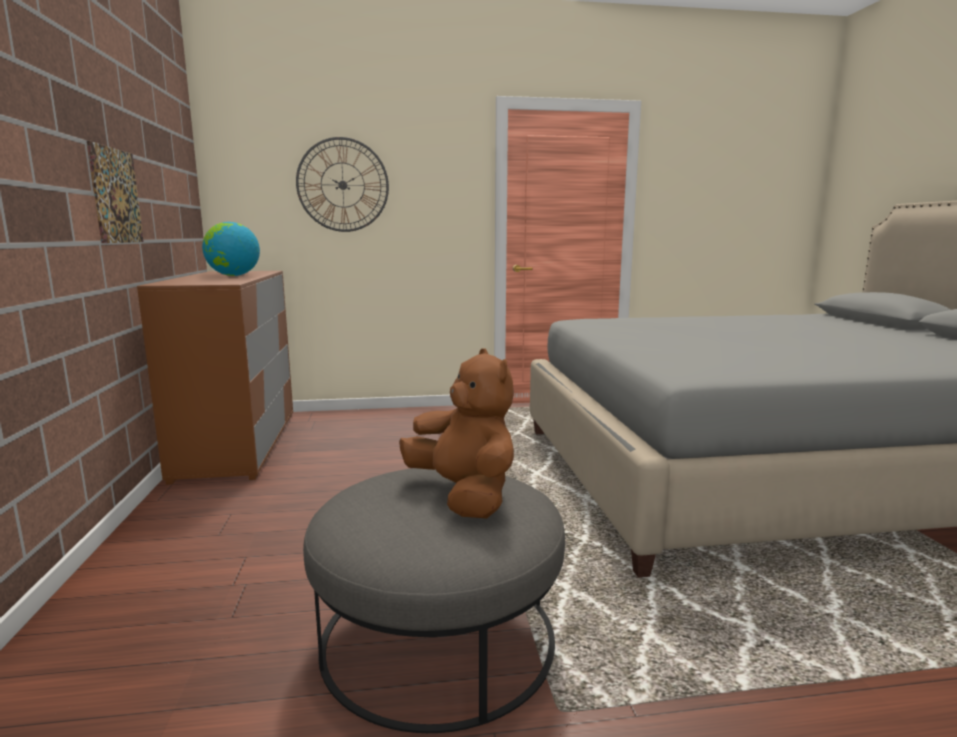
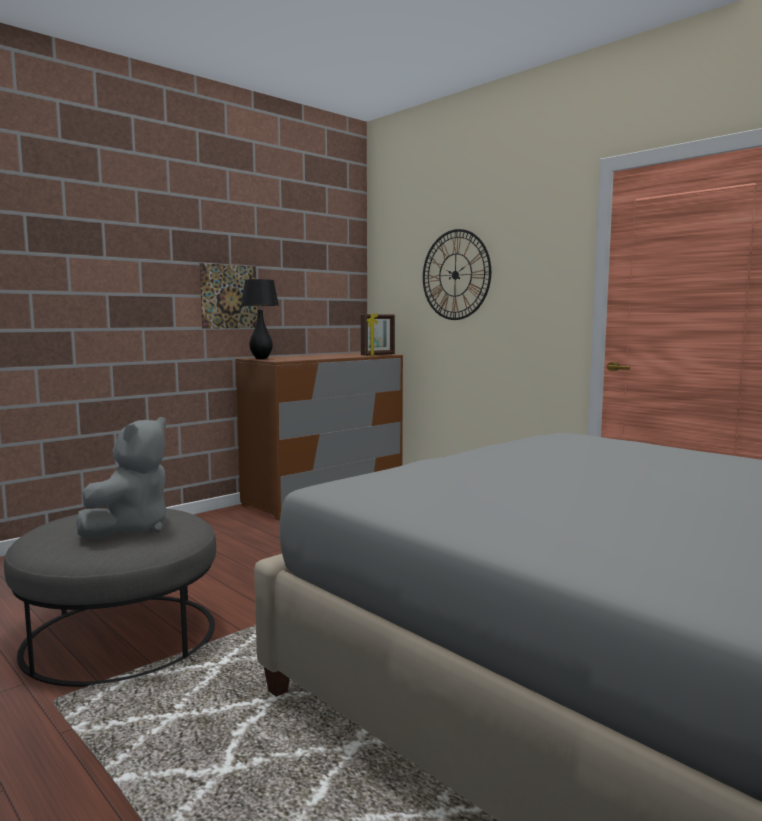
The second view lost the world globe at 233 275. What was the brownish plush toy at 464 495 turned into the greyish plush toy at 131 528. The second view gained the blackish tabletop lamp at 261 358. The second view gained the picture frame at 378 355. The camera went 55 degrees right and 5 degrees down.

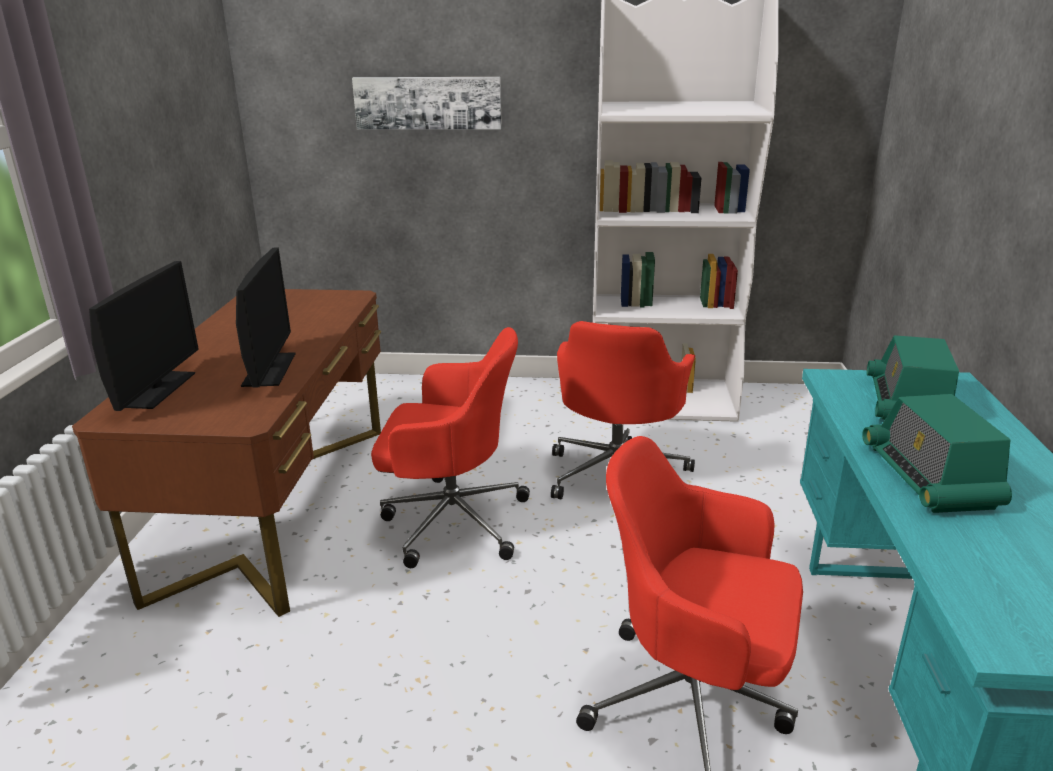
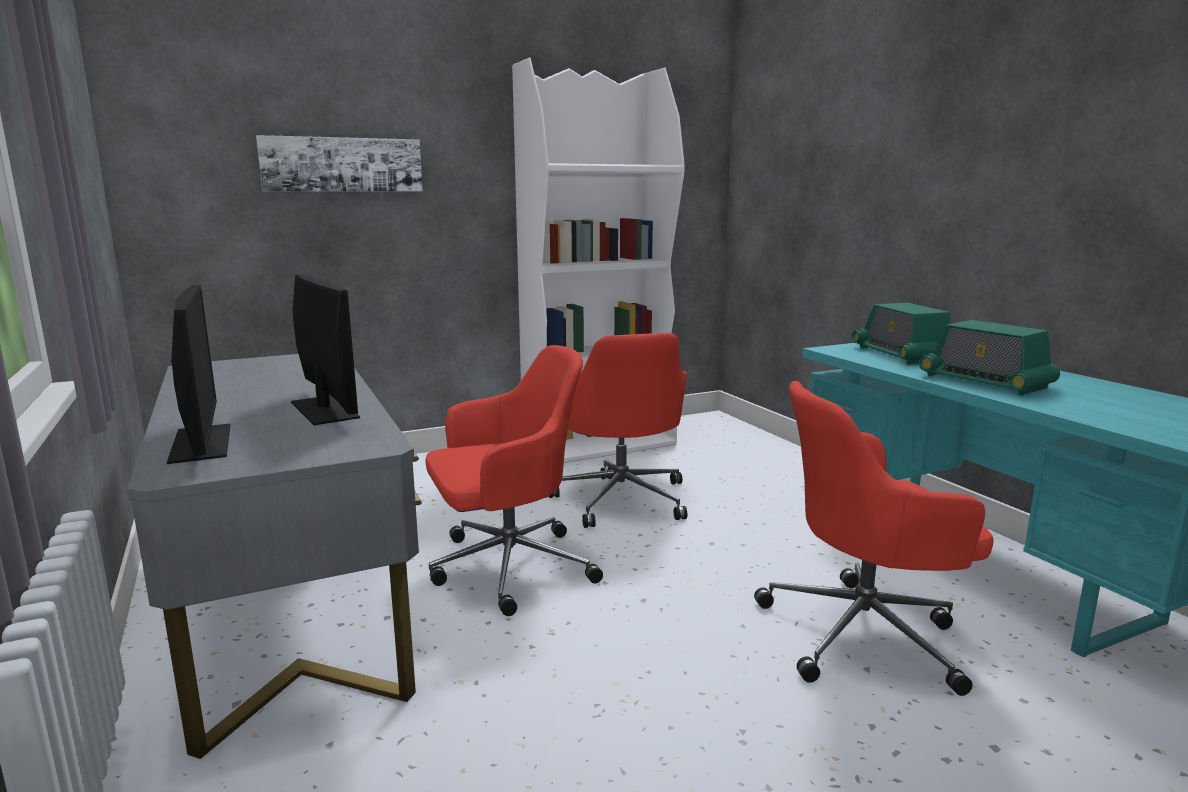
What was the brownish desk at 278 505 turned into the greyish desk at 291 605. The camera went 30 degrees left and 10 degrees down.

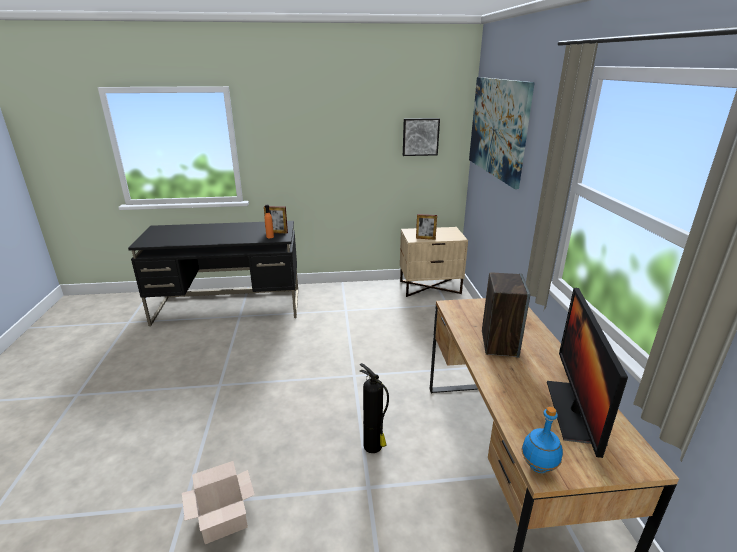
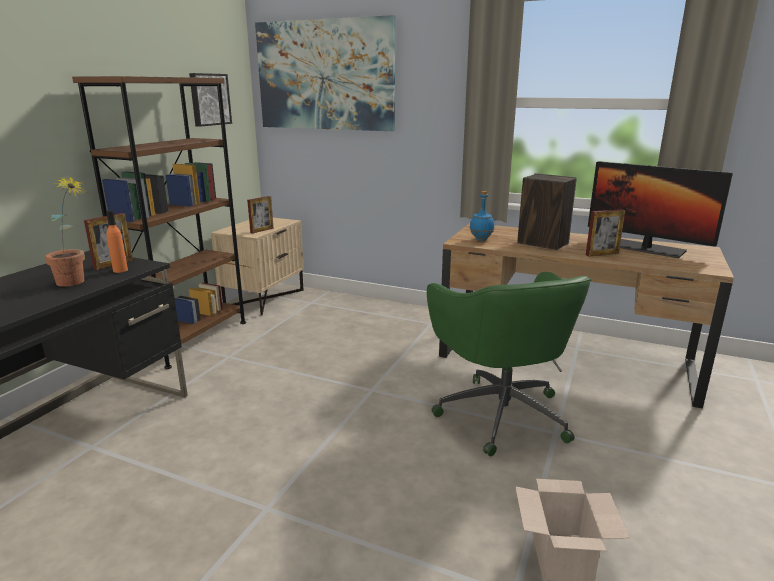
Where the extinguisher stood at 373 447, the greenish office chair came to stand at 500 412. The blue-coloured bottle ended up elsewhere, having gone from 538 466 to 481 239. The second view gained the plant in a pot at 76 283. The second view gained the brownish shelving unit at 191 339. The second view gained the picture frame at 602 254. The camera went 60 degrees left and 5 degrees down.

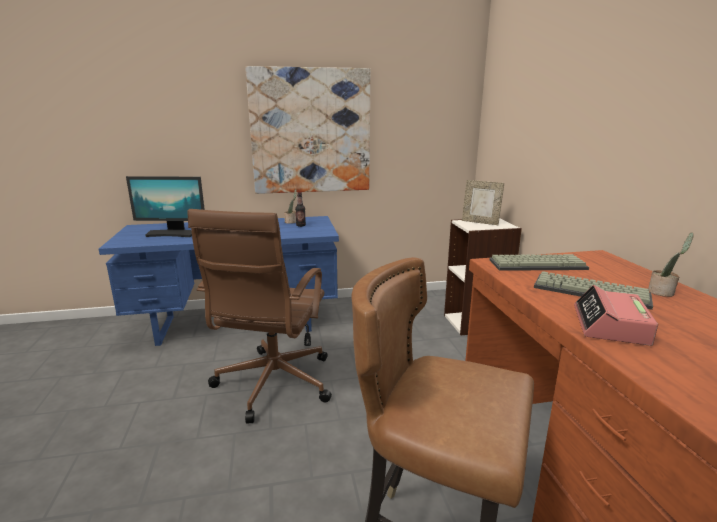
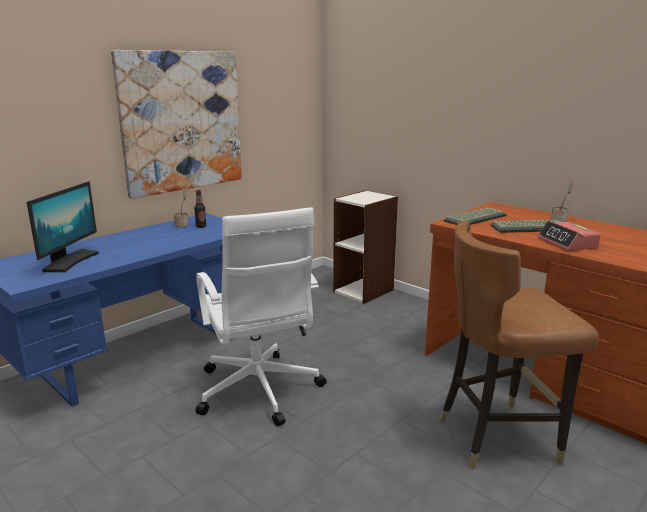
The monitor at 172 234 ended up facing another way, 45 degrees counterclockwise from before. What was the brownish office chair at 273 385 turned into the white office chair at 259 391. The second view lost the picture frame at 480 222. The camera went 35 degrees left and 0 degrees up.

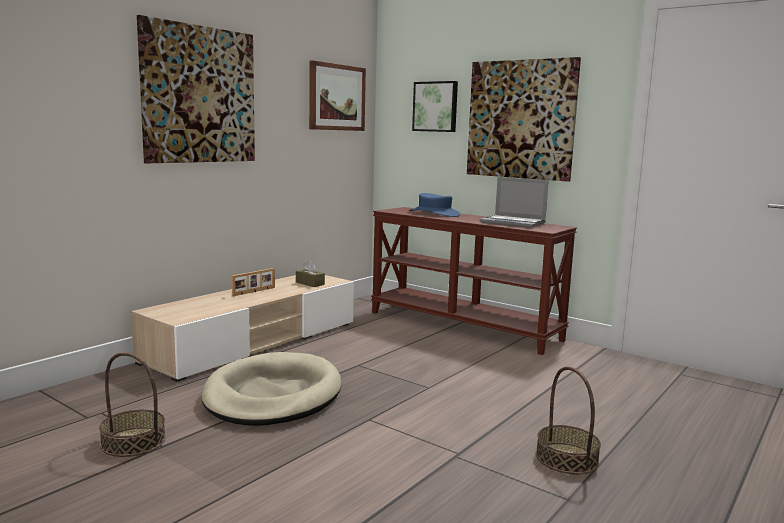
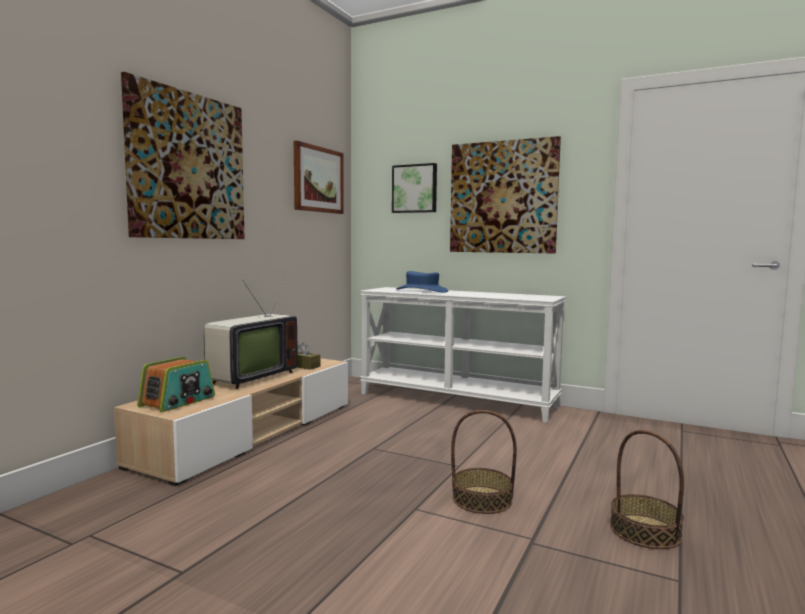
The household basket ended up elsewhere, having gone from 133 442 to 482 499. The second view lost the beige-coloured dog cushion at 273 395. Where the picture frame stood at 254 291, the TV came to stand at 249 377. What was the brownish hall table at 464 326 turned into the white hall table at 457 400. The second view lost the portable computer at 514 223. The second view gained the radio receiver at 178 401. The camera went 10 degrees left and 5 degrees down.

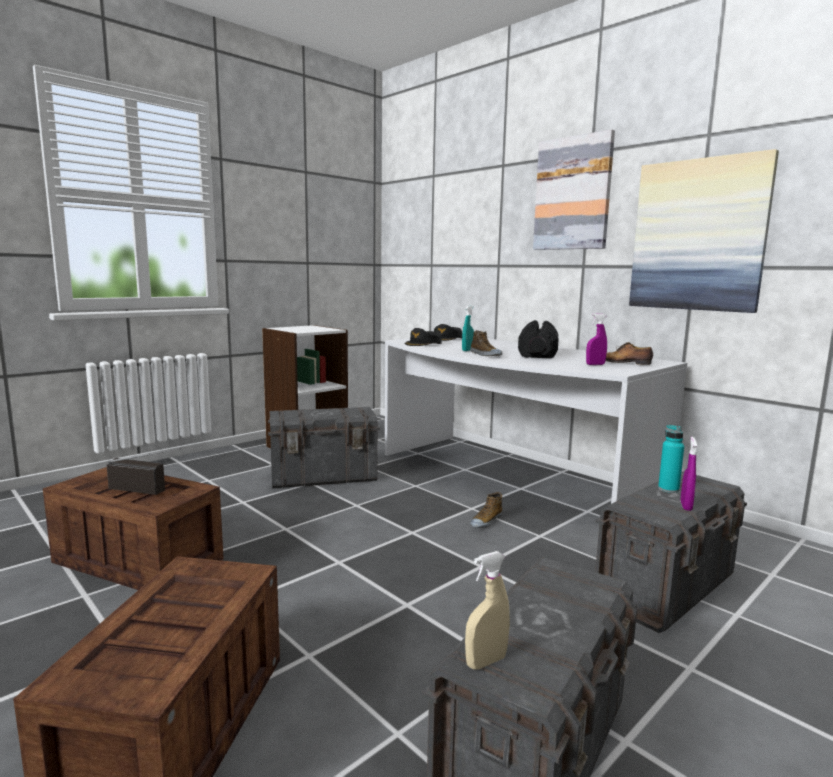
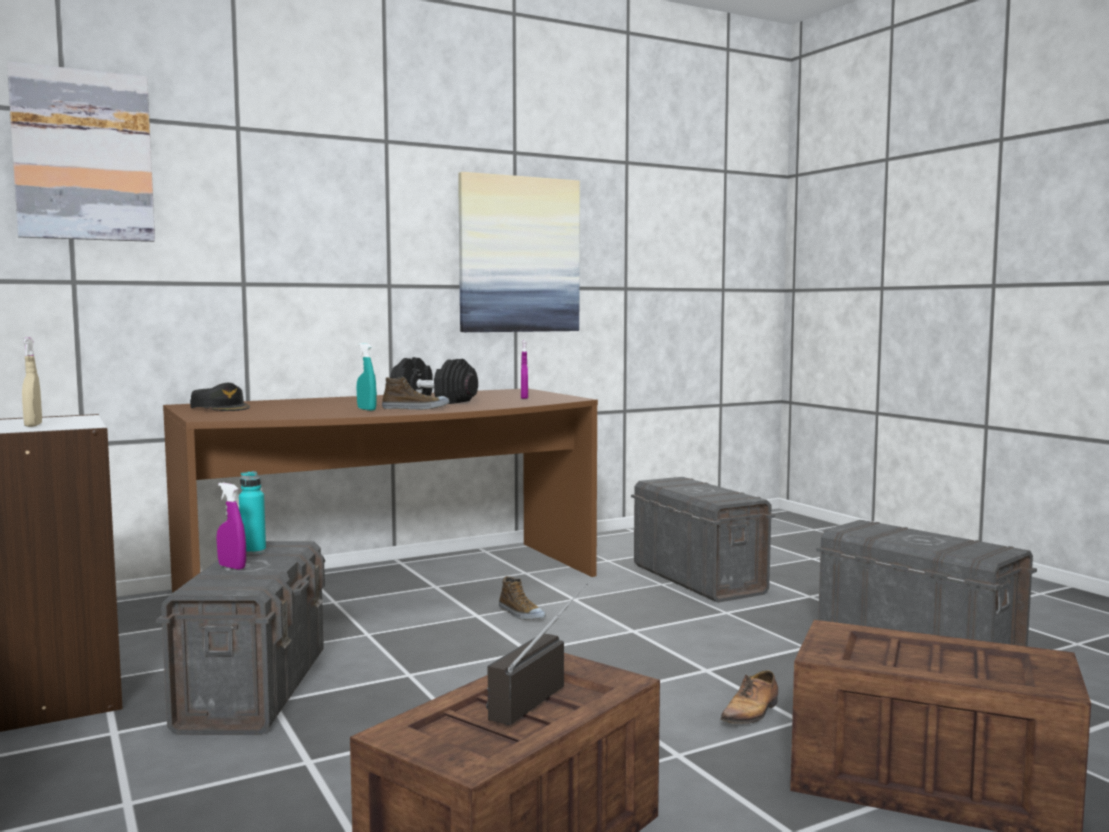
What was the white desk at 507 478 turned into the brownish desk at 394 587. The second view lost the blackish baseball cap at 423 343. The beige-coloured spray bottle ended up elsewhere, having gone from 486 662 to 33 425. The wall art ended up elsewhere, having gone from 573 194 to 83 156. The shoe ended up elsewhere, having gone from 623 363 to 751 713. The turquoise bottle ended up elsewhere, having gone from 668 489 to 253 551. The purple spray bottle ended up elsewhere, having gone from 686 506 to 232 567. The camera went 75 degrees left and 5 degrees down.

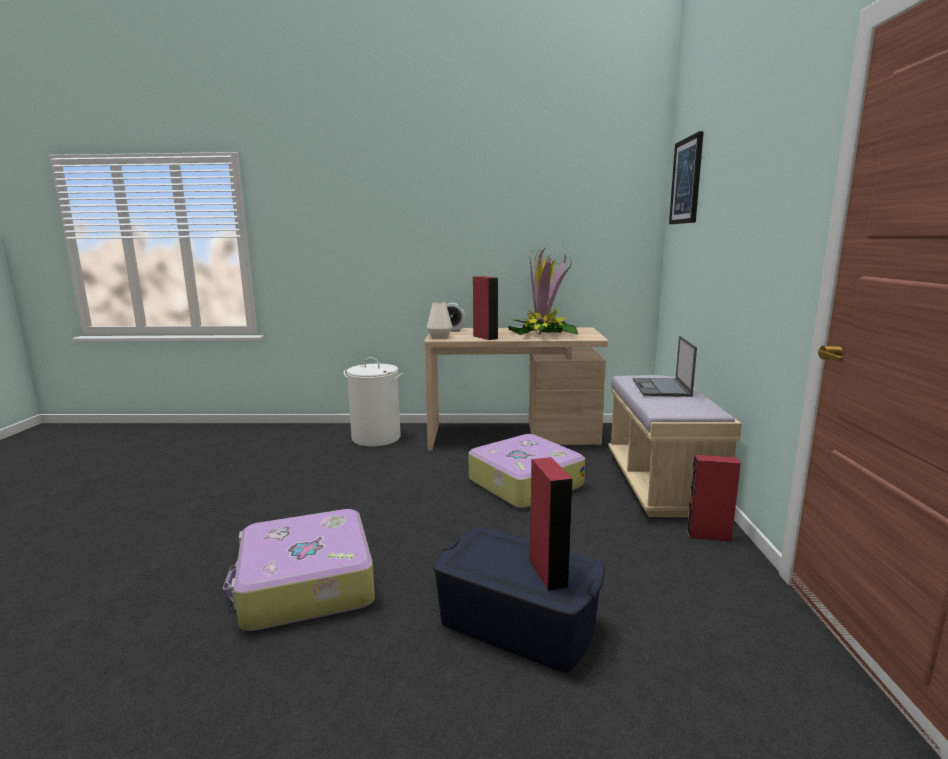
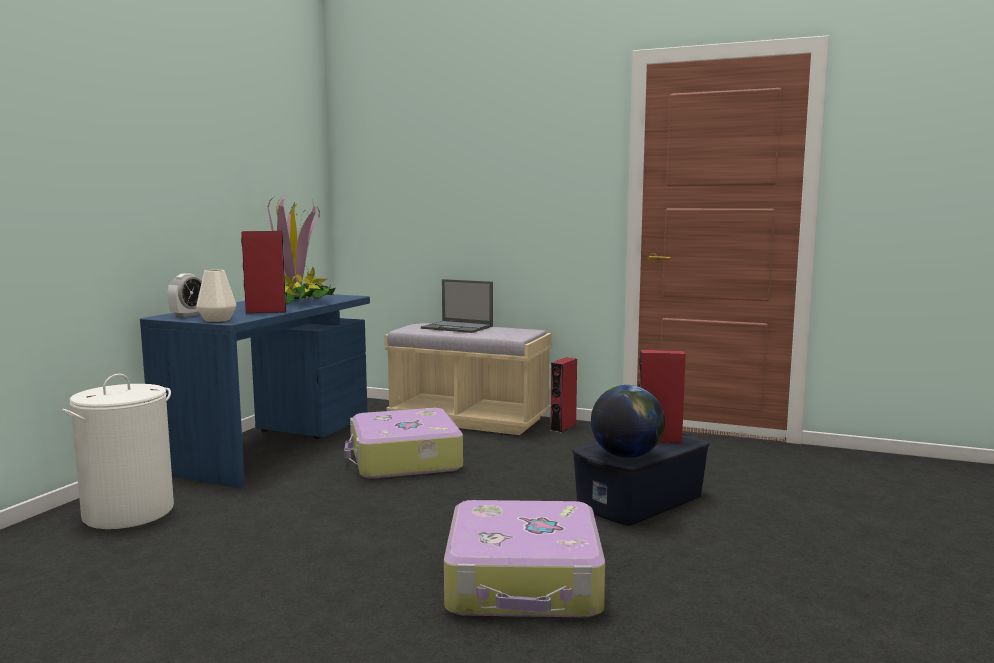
What was the beige-coloured desk at 513 436 turned into the blue-coloured desk at 273 444. The second view lost the wall art at 686 181. The second view gained the world globe at 626 455. The camera went 70 degrees left and 5 degrees down.

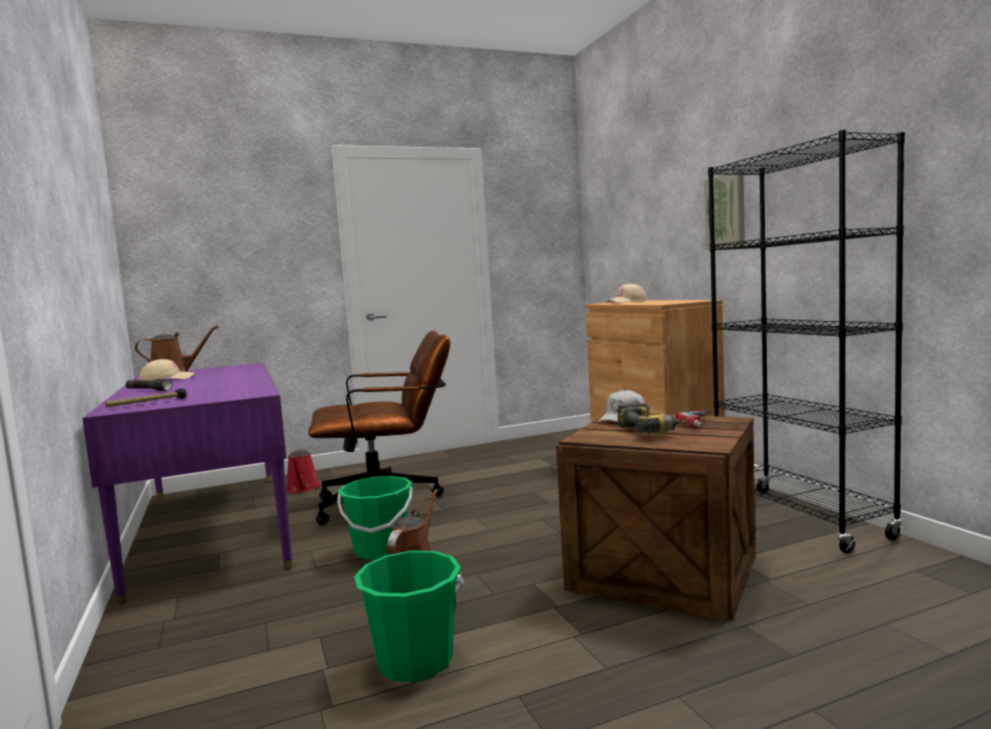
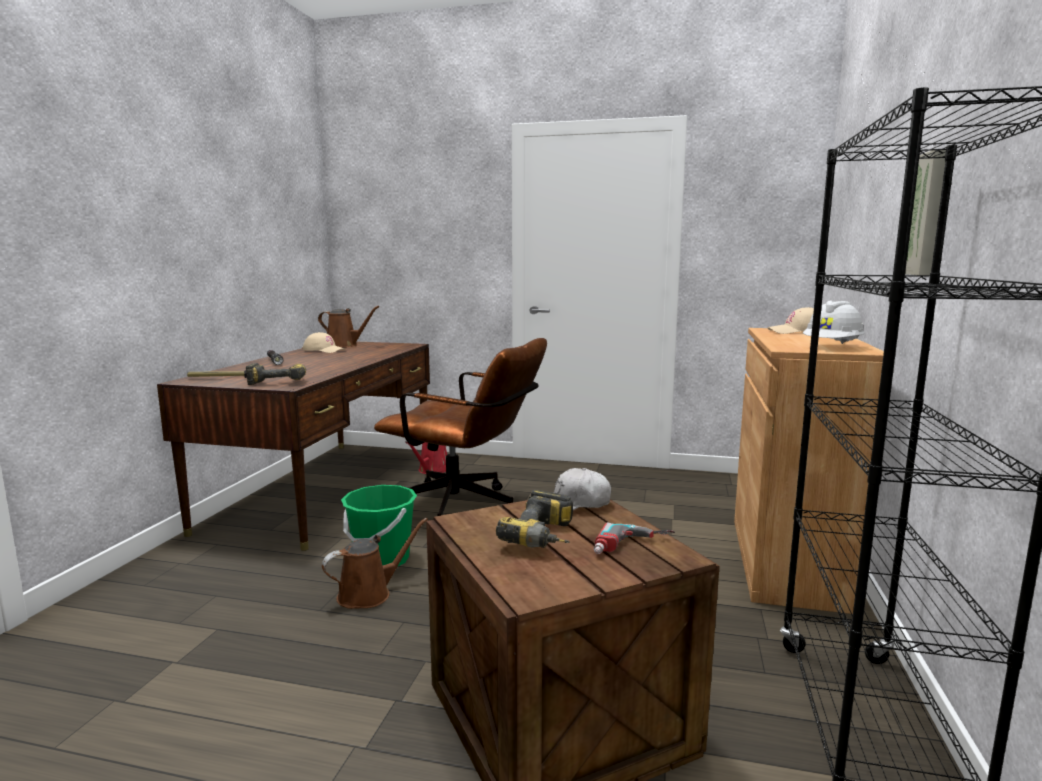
What was the purple desk at 213 527 turned into the brownish desk at 326 488. The second view lost the greenish water bucket at 415 661. The second view gained the electric drill at 280 381. The second view gained the white hard hat at 832 347. The camera went 35 degrees right and 5 degrees up.

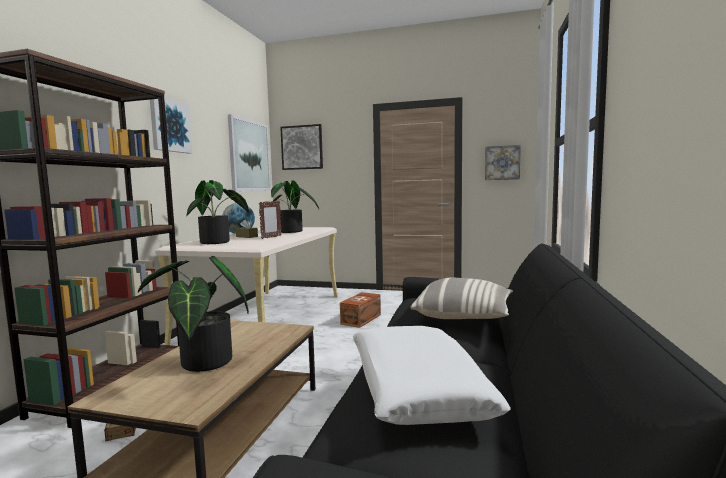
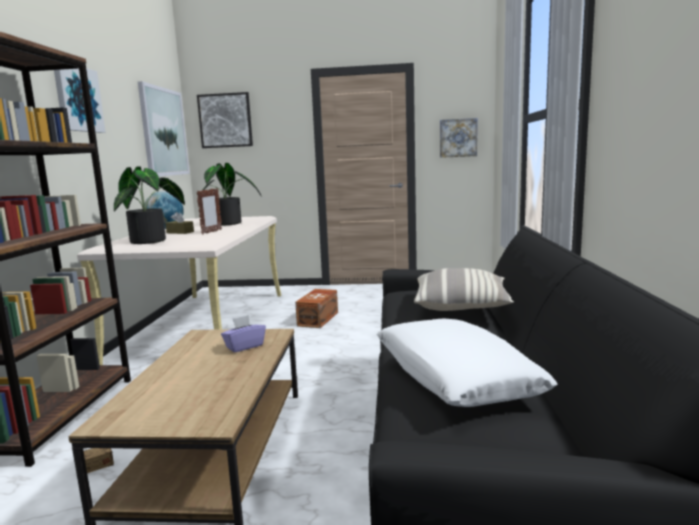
The second view lost the plant in a pot at 202 364. The second view gained the purple tissue box at 244 346. The camera went 10 degrees left and 5 degrees up.

